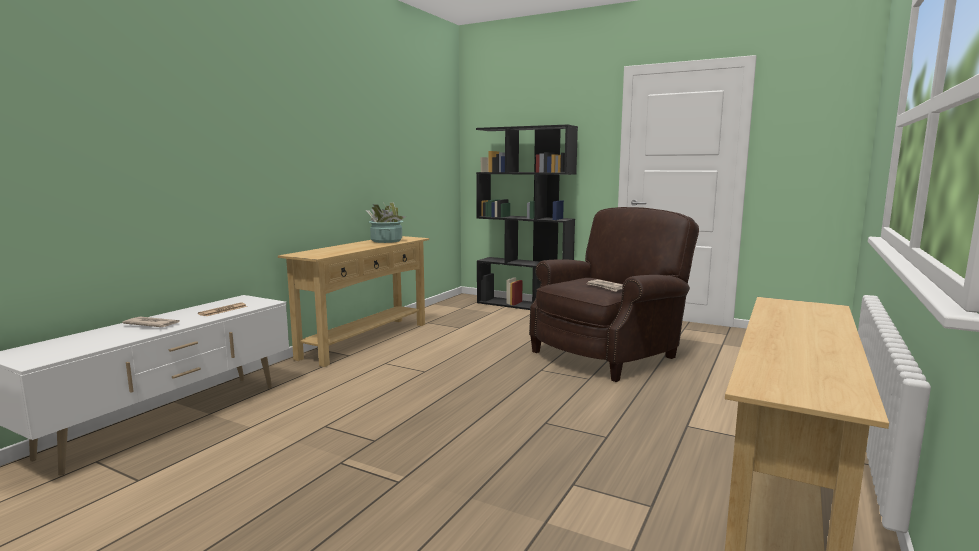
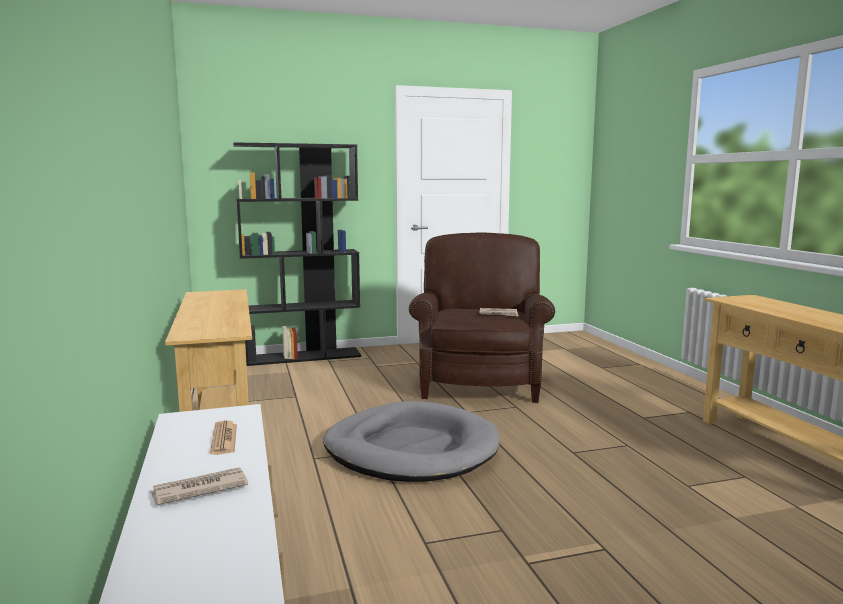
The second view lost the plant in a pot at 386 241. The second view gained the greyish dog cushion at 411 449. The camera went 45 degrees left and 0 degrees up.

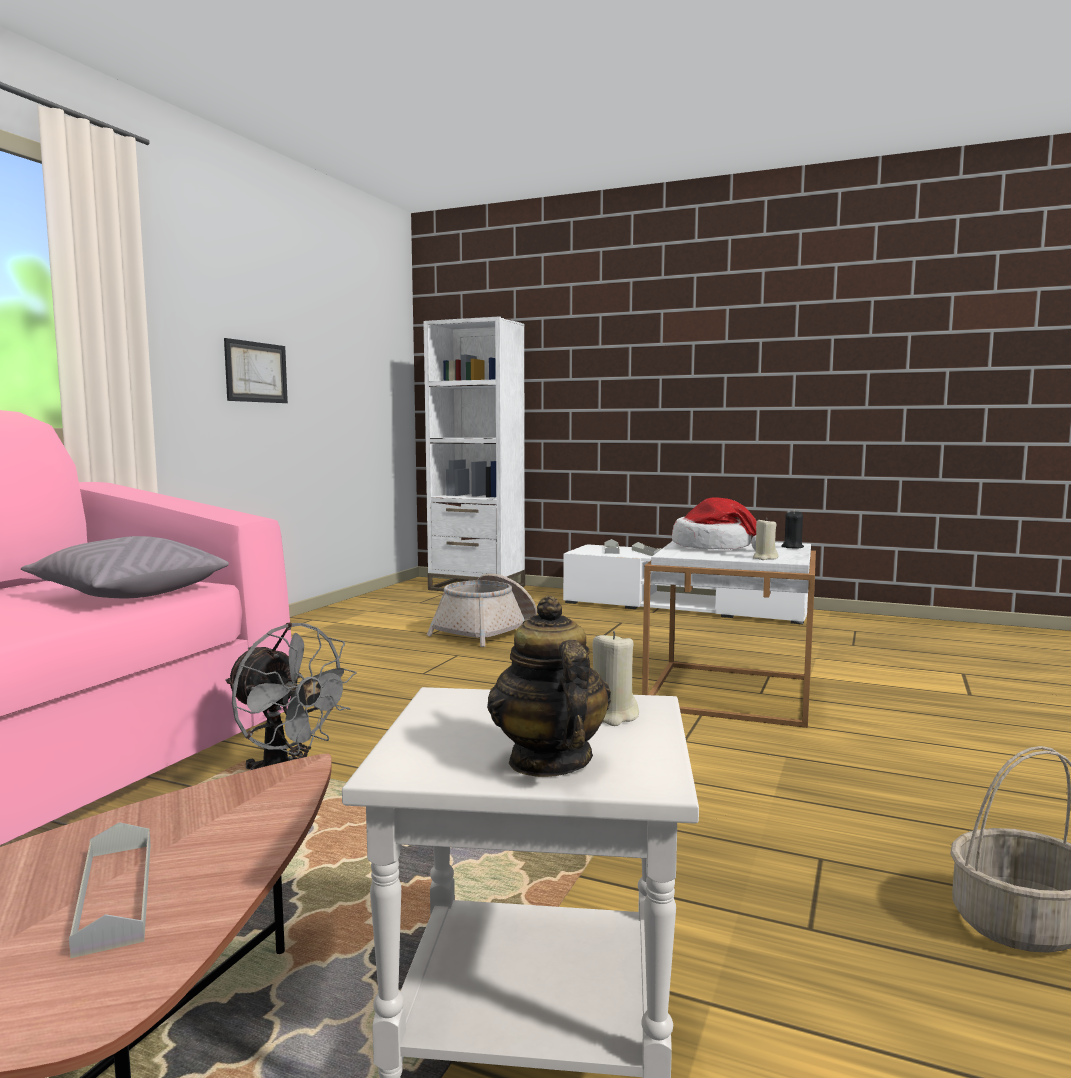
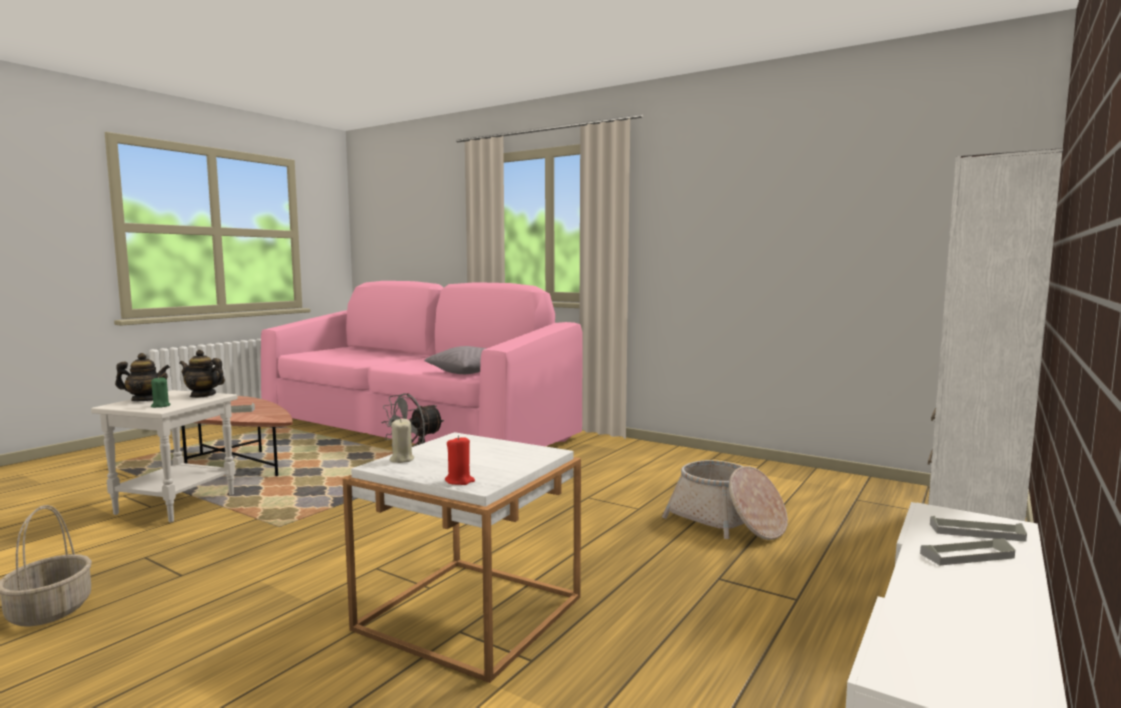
The second view lost the wall art at 256 372. What was the beige-coloured candle at 612 716 turned into the greenish candle at 160 406. The second view lost the wearable hat at 714 547. What was the blackish candle at 792 547 turned into the red candle at 459 481. The second view gained the teapot at 203 395. The camera went 100 degrees right and 0 degrees up.

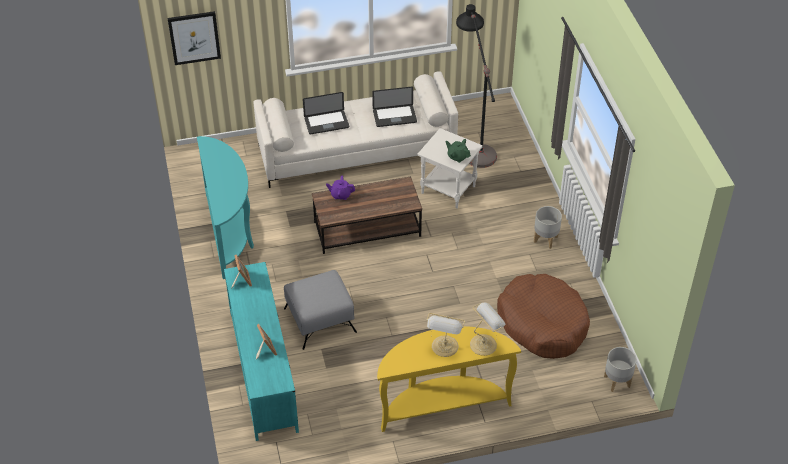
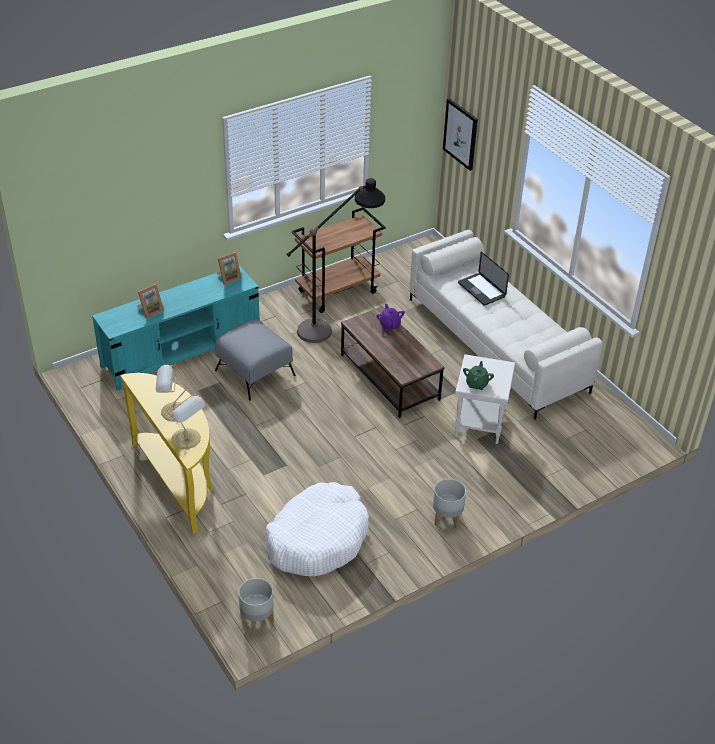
Where the turquoise hall table stood at 230 233, the brownish wheeled cart came to stand at 338 292. The second view lost the portable computer at 394 117. The blackish standard lamp ended up elsewhere, having gone from 474 141 to 335 323. What was the brownish dog cushion at 542 323 turned into the white dog cushion at 317 539. The camera went 70 degrees right and 5 degrees down.

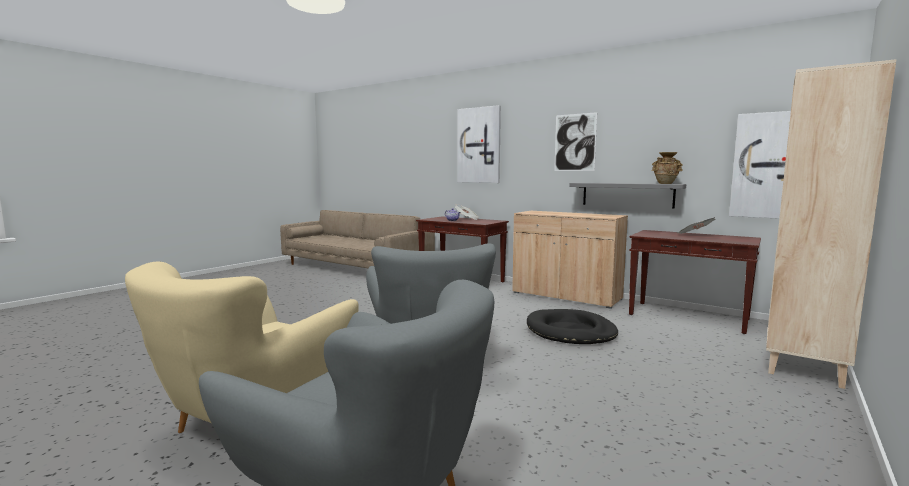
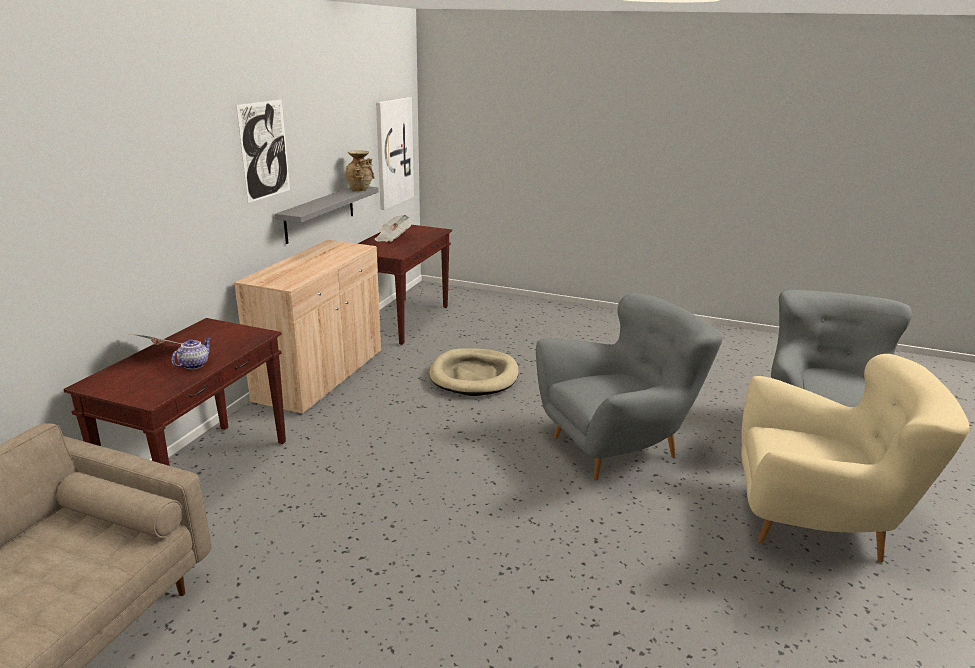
The second view lost the wall art at 479 145. What was the blackish dog cushion at 570 331 turned into the beige-coloured dog cushion at 474 376. The second view lost the beige-coloured shelving unit at 804 368. The camera went 105 degrees left and 15 degrees up.

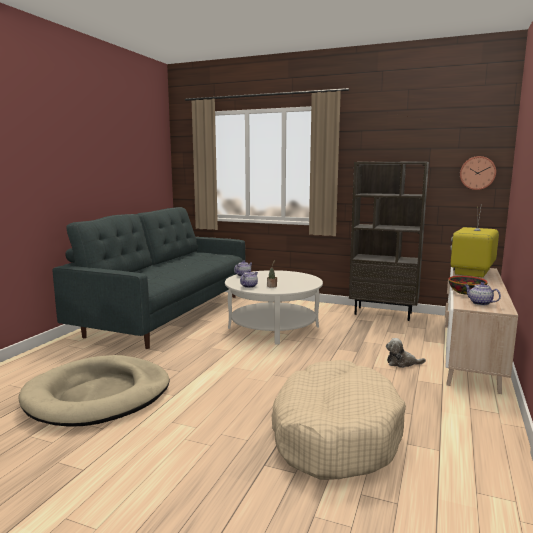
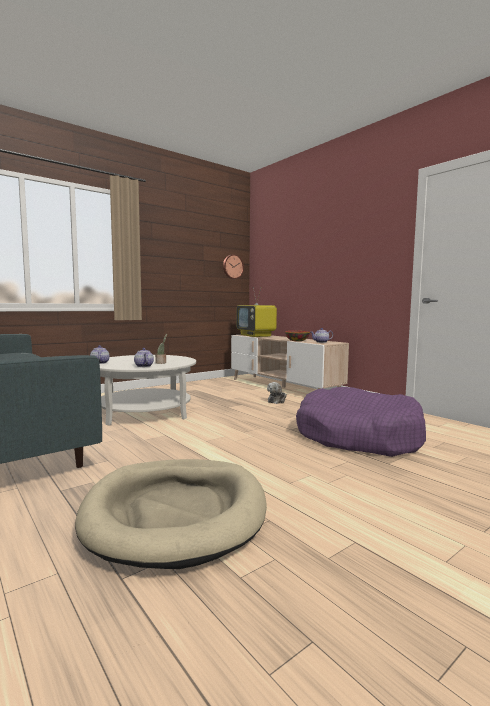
What was the beige-coloured dog cushion at 334 433 turned into the purple dog cushion at 358 436. The second view lost the brownish shelving unit at 383 313. The camera went 60 degrees left and 5 degrees down.

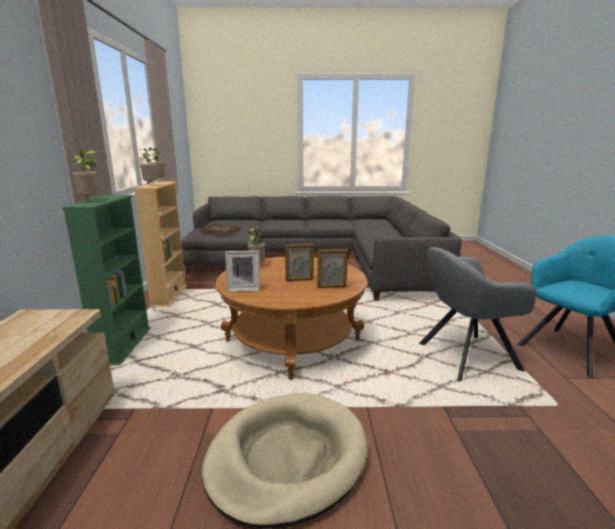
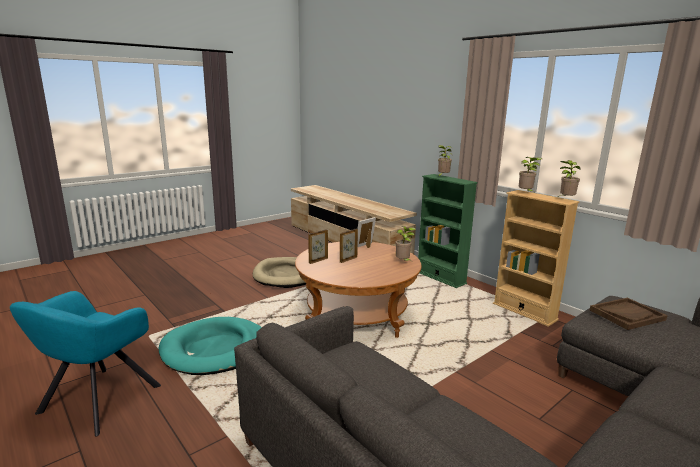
Where the greyish lounge chair stood at 464 357, the turquoise dog cushion came to stand at 215 349. The camera went 140 degrees right and 0 degrees up.

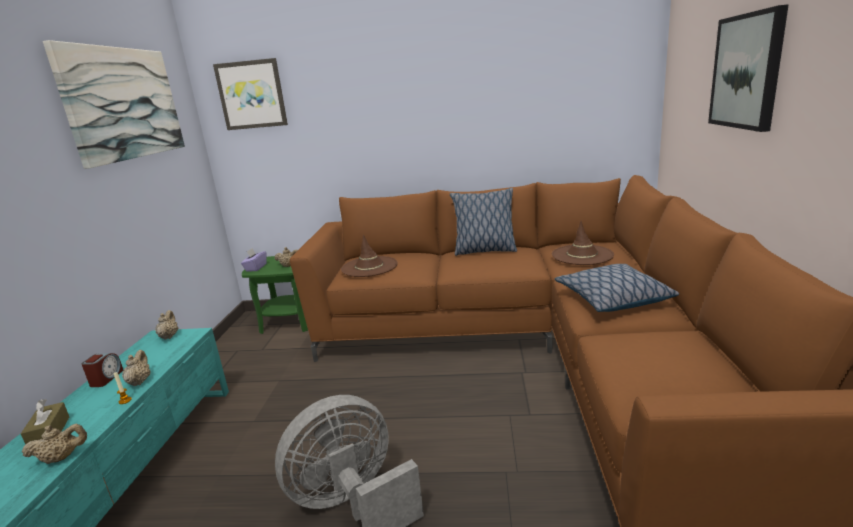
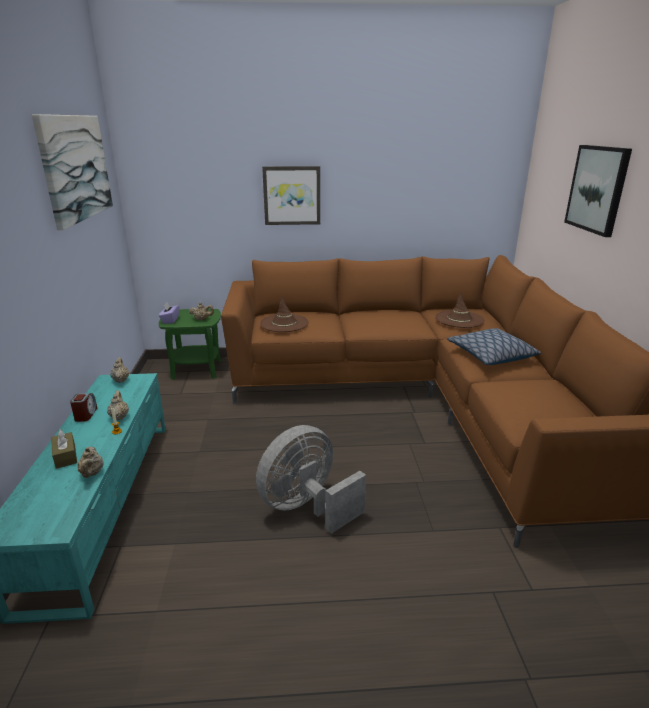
The beige-coloured teapot at 62 458 ended up facing another way, 105 degrees clockwise from before. The wall art ended up elsewhere, having gone from 251 95 to 292 195. The second view lost the pillow at 484 251. The camera went 10 degrees left and 5 degrees up.

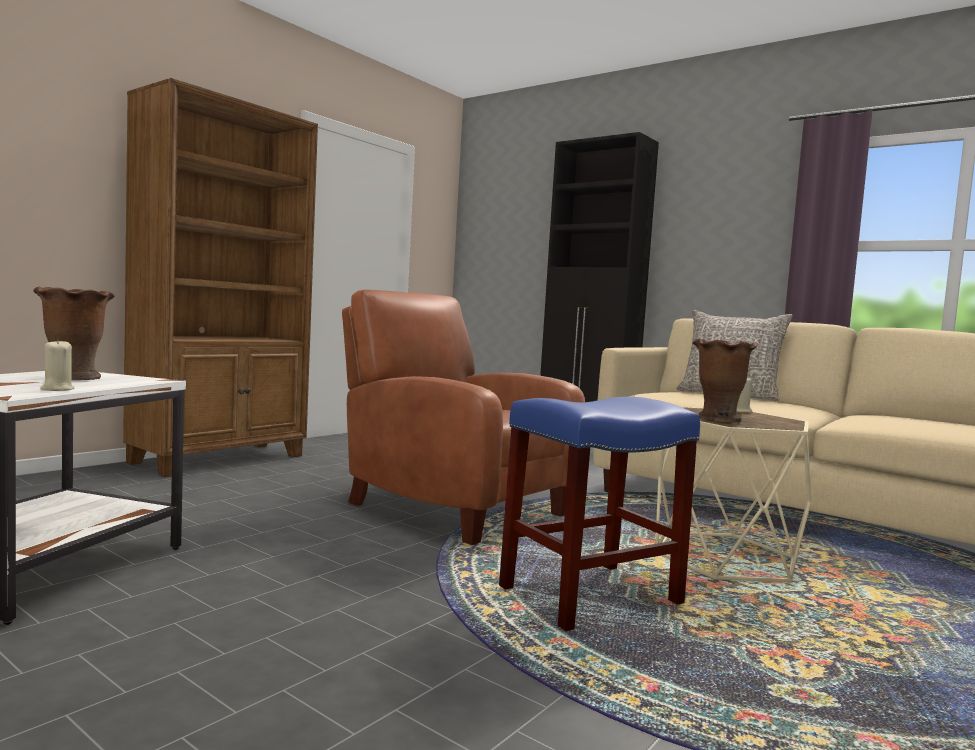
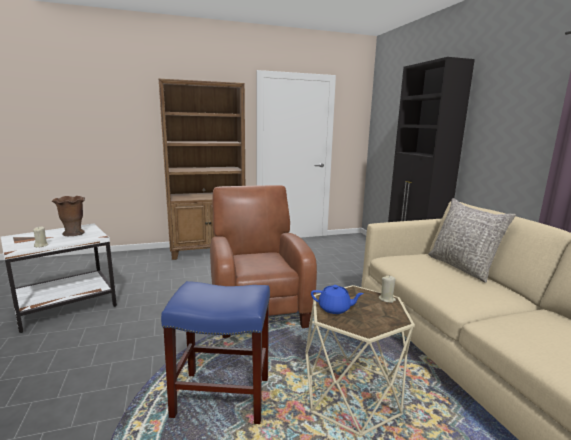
Where the brownish decorative vase stood at 718 419, the blue-coloured teapot came to stand at 335 309. The camera went 35 degrees right and 10 degrees up.

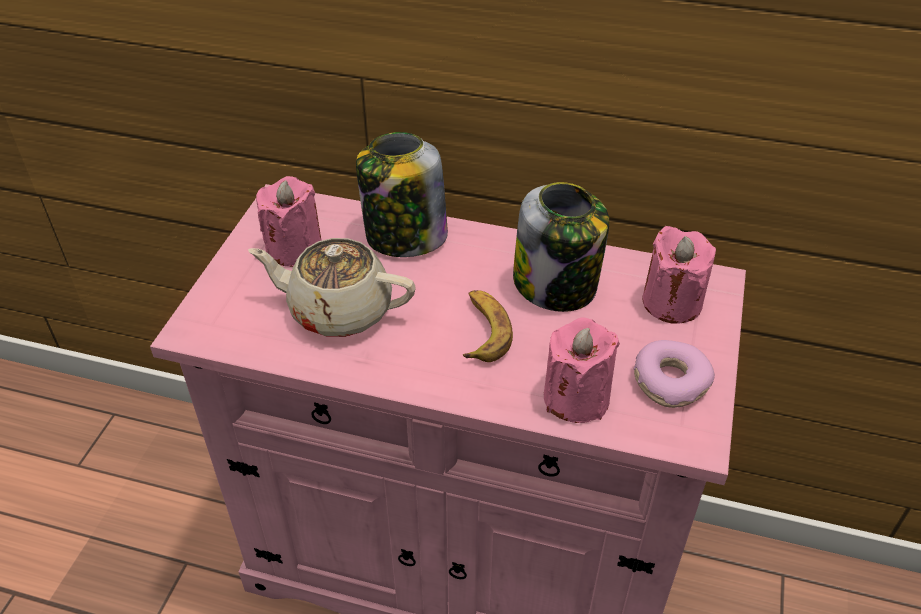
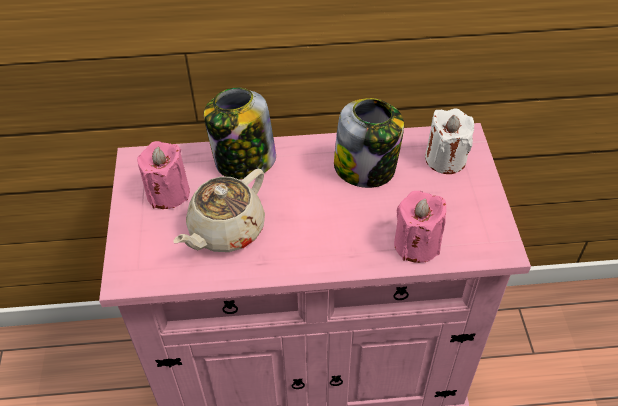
The beige-coloured teapot at 338 310 ended up facing another way, 45 degrees counterclockwise from before. The second view lost the banana fruit at 483 330. The second view lost the doughnut at 670 381. What was the pinkish candle at 672 302 turned into the white candle at 445 159. The camera went 20 degrees left and 5 degrees up.

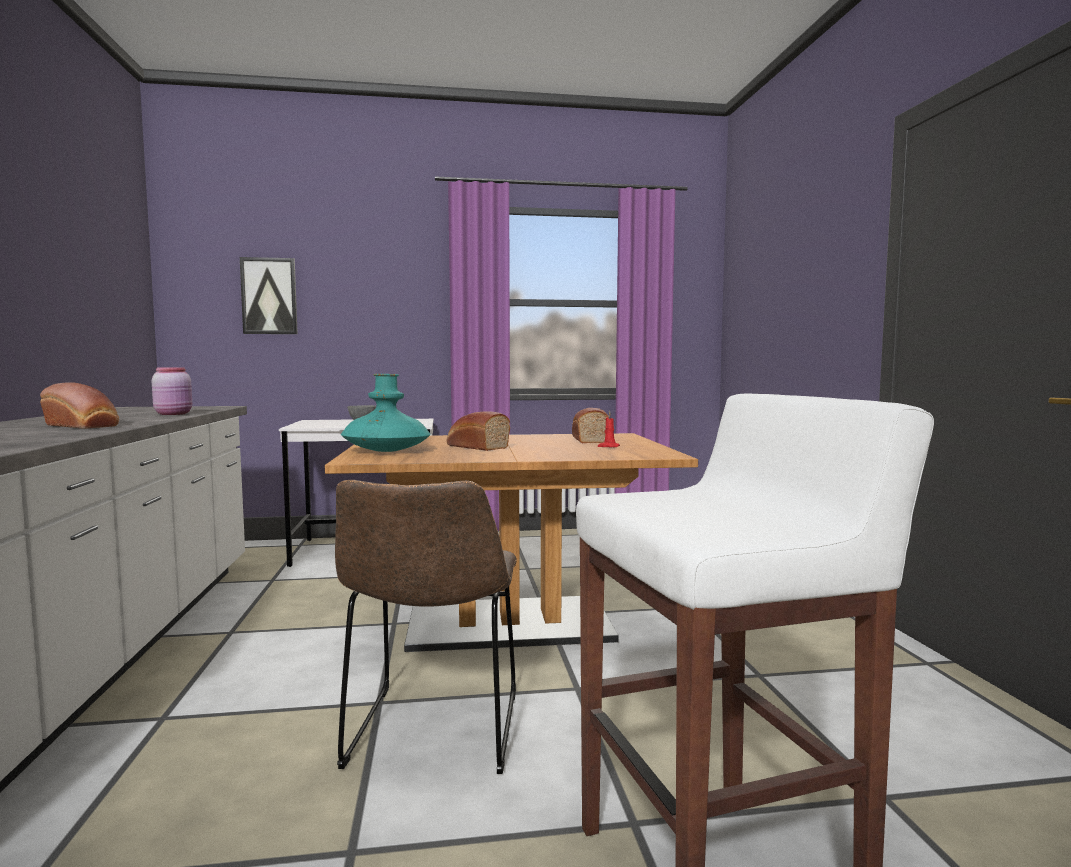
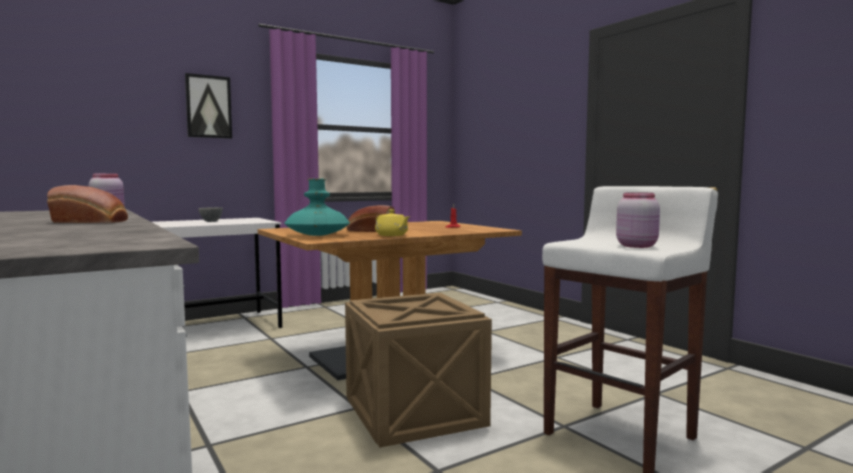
The wall art ended up elsewhere, having gone from 269 296 to 208 107. Where the brownish plain chair stood at 434 734, the packing crate came to stand at 414 414. The second view lost the bakery bread at 589 440. The second view gained the yellow teapot at 392 235. The second view gained the pinkish storage jar at 636 246. The camera went 25 degrees left and 0 degrees up.

